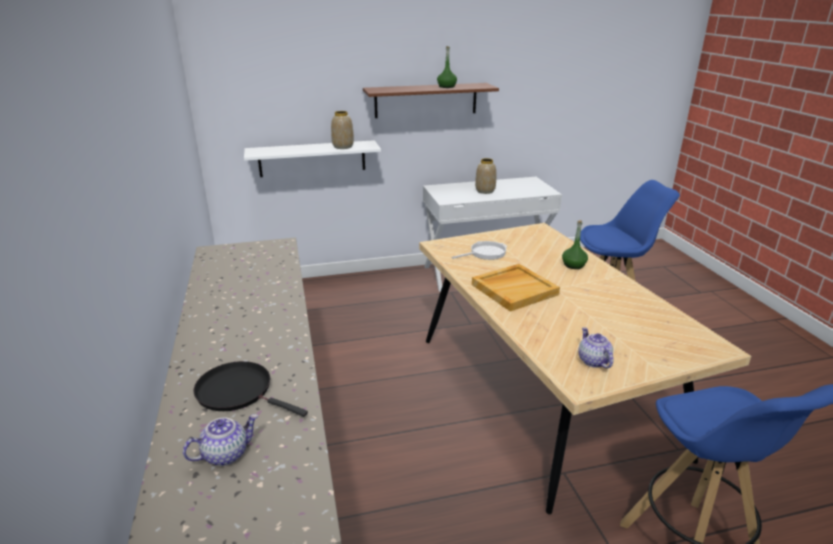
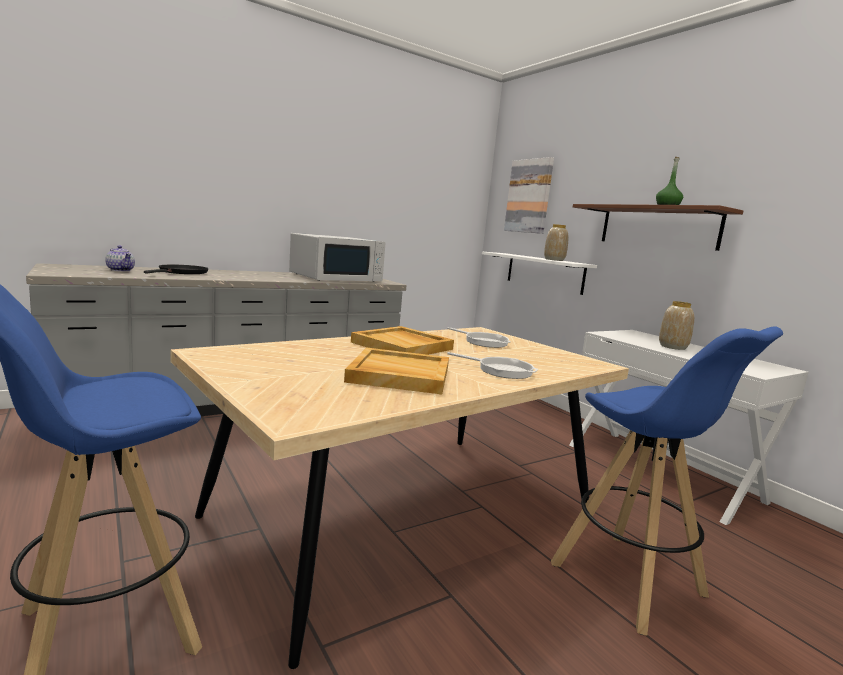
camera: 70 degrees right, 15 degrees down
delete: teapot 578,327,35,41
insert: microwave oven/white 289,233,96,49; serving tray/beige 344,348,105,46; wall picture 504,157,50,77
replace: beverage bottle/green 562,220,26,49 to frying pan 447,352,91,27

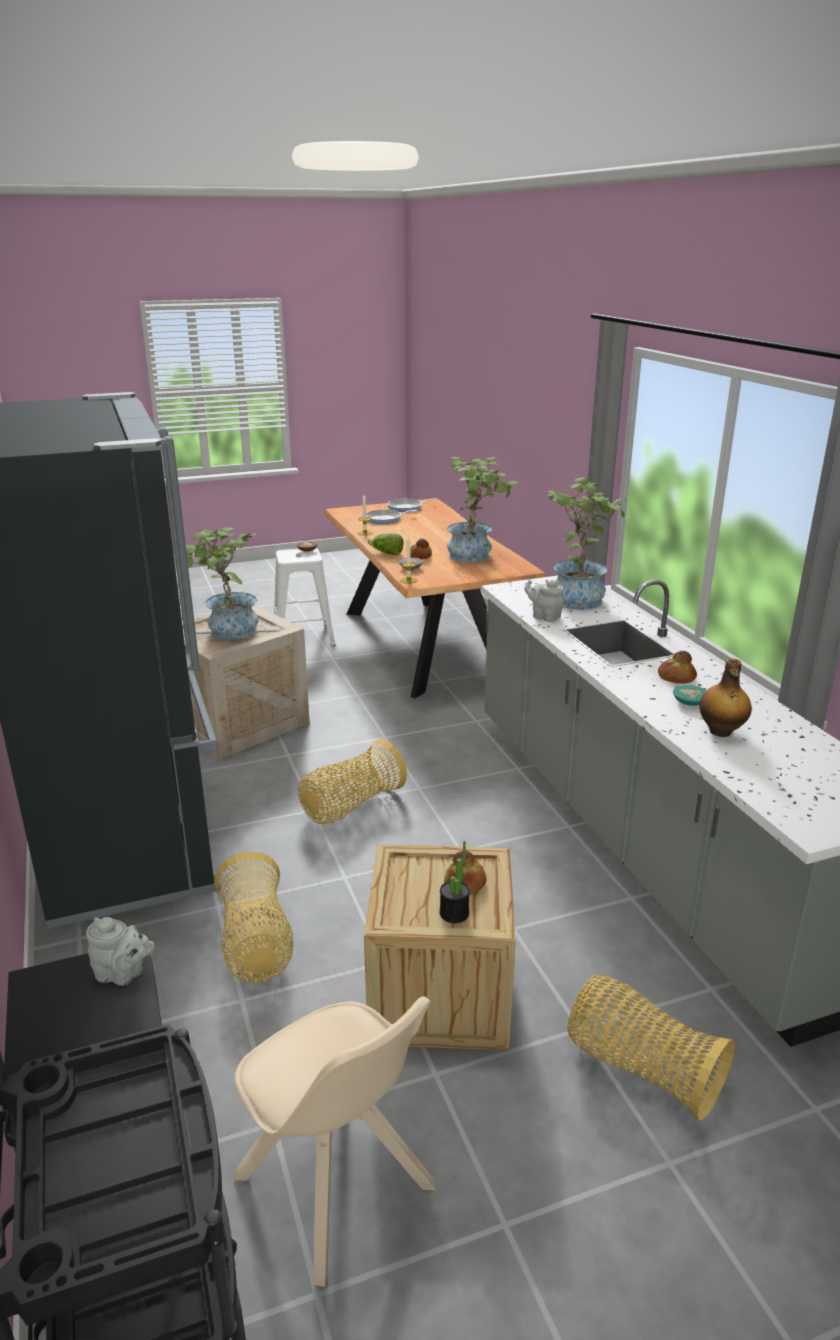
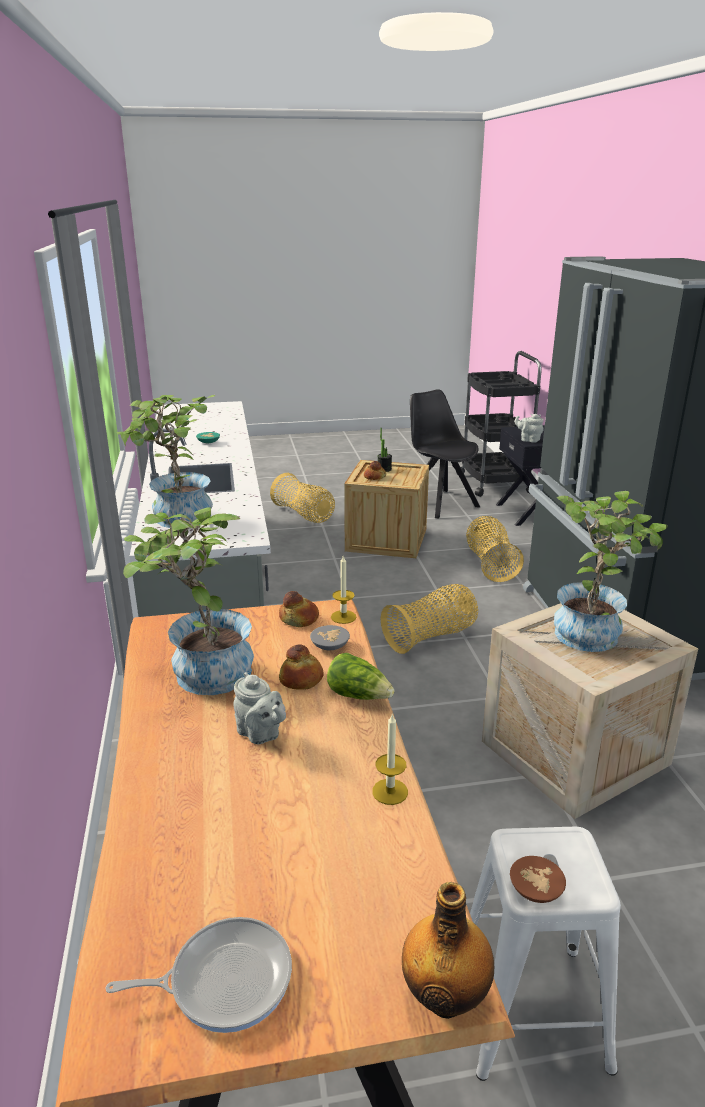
camera: 170 degrees left, 0 degrees up
delete: frying pan 366,510,52,14
move: teapot/grey 524,580,40,42 to 233,672,53,73; bread 658,651,39,33 to 279,591,40,36; beverage bottle 699,659,53,78 to 402,882,92,137
recolor: chair/beige 234,996,202,291 to chair/black 410,389,71,130

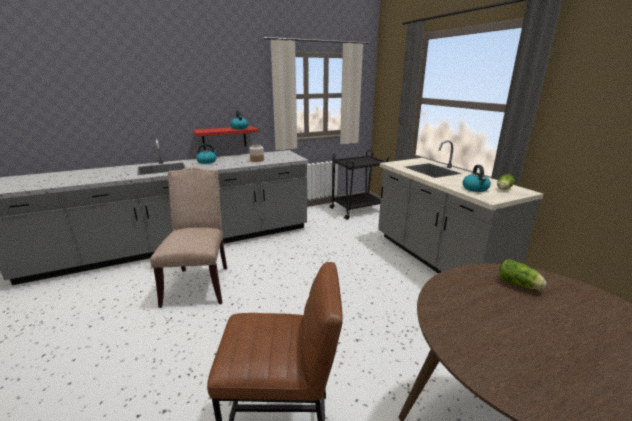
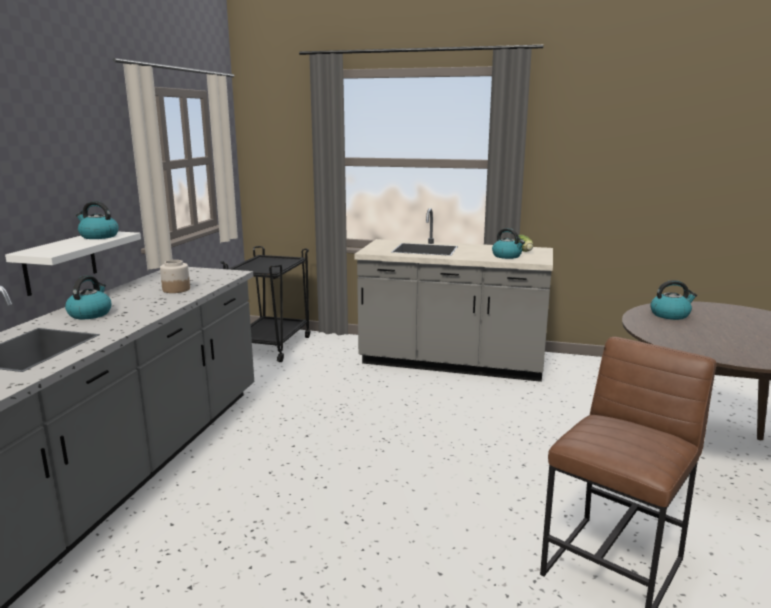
camera: 50 degrees left, 5 degrees down
delete: chair/beige 150,167,77,141
replace: lettuce head 499,260,48,30 to tea kettle 650,280,47,40
recolor: bracket shelf/red 193,126,65,24 to bracket shelf/white 5,232,136,64

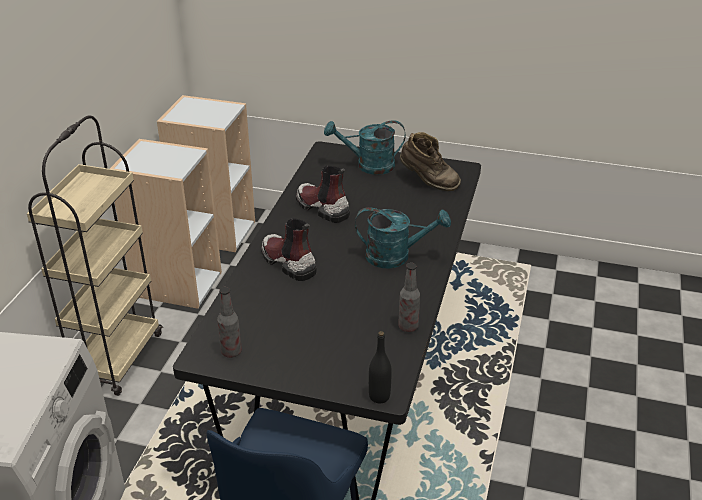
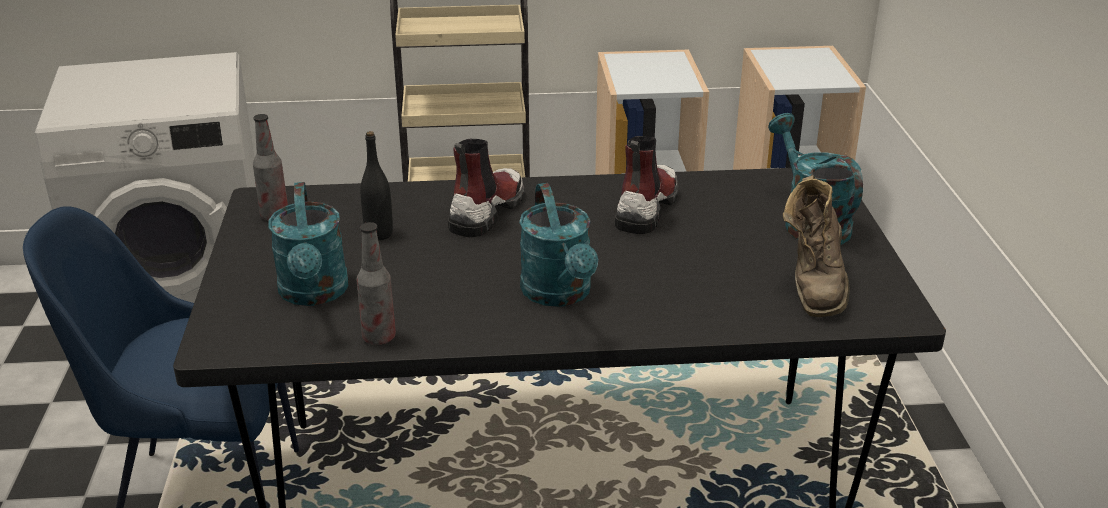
camera: 70 degrees right, 5 degrees down
insert: sprinkling can/turquoise 268,182,81,124
move: beverage bottle/black 369,331,23,72 to 360,131,33,109

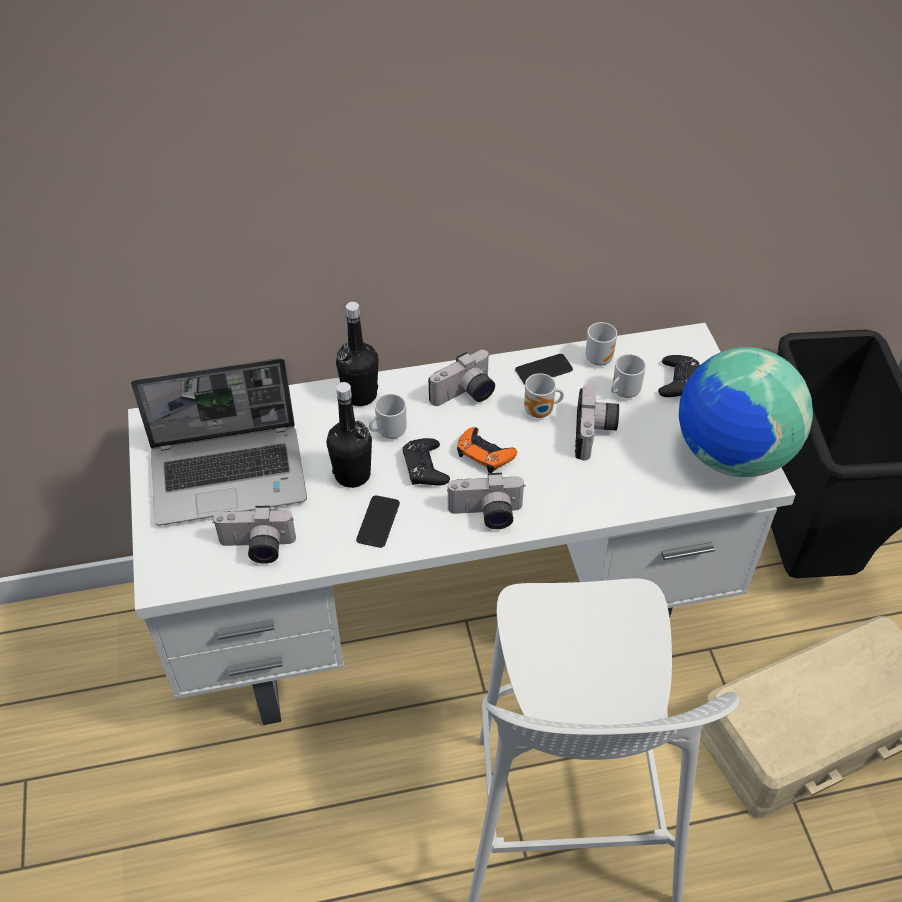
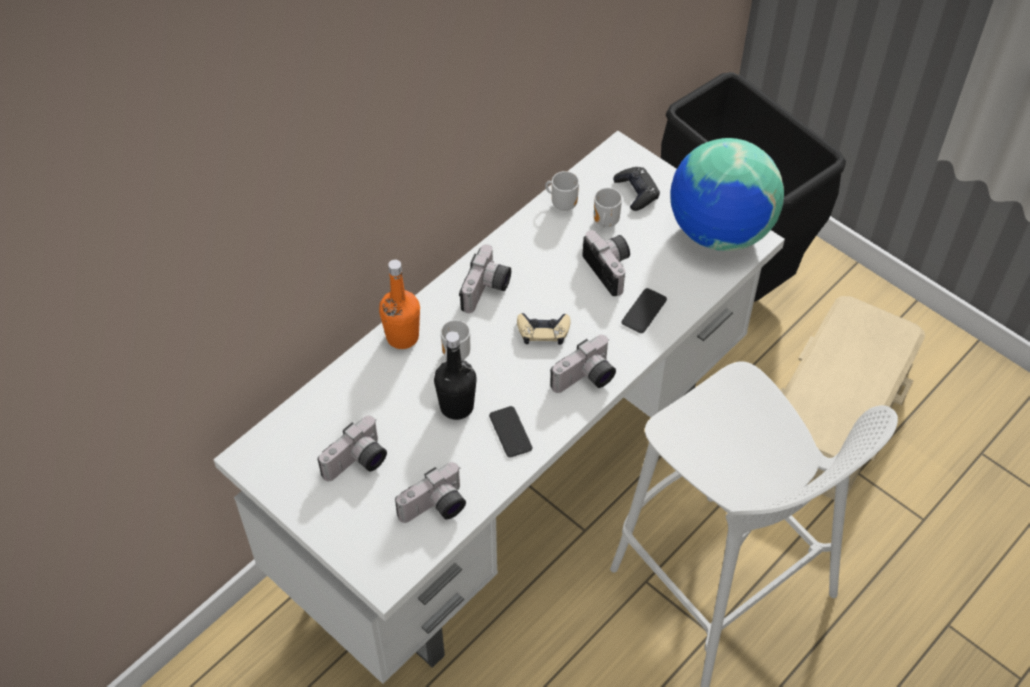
camera: 35 degrees left, 5 degrees up
delete: joypad/black 402,438,48,48; coffee mug 524,373,40,45
move: handset 515,354,58,30 to 621,288,46,45
replace: laptop 131,358,176,168 to still camera 317,416,70,65
recolor: beverage bottle/black 336,302,43,104 to beverage bottle/orange-coloured 379,260,41,89; joypad/orange-coloured 457,427,60,46 to joypad/beige 517,313,54,32

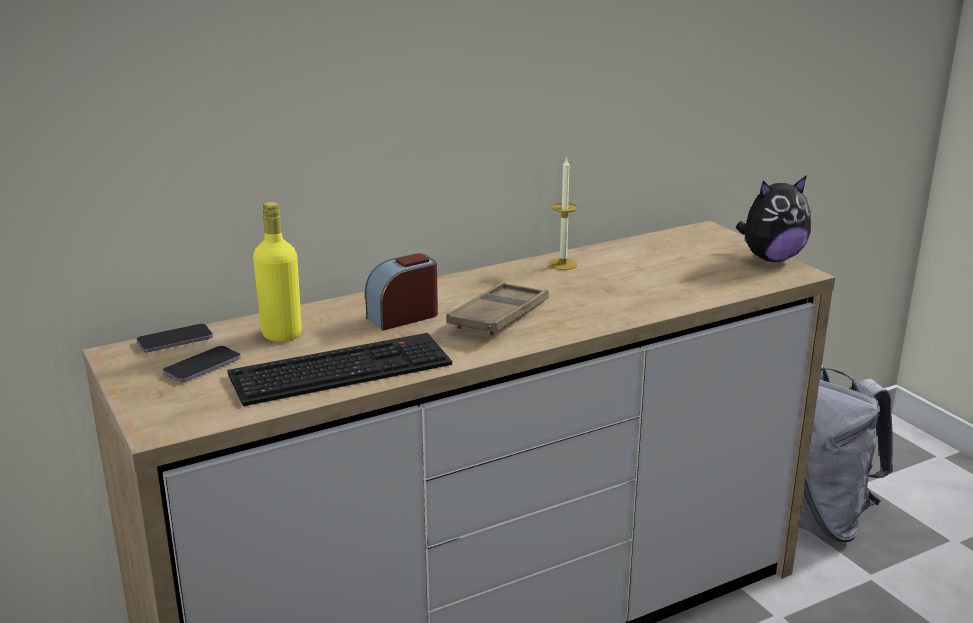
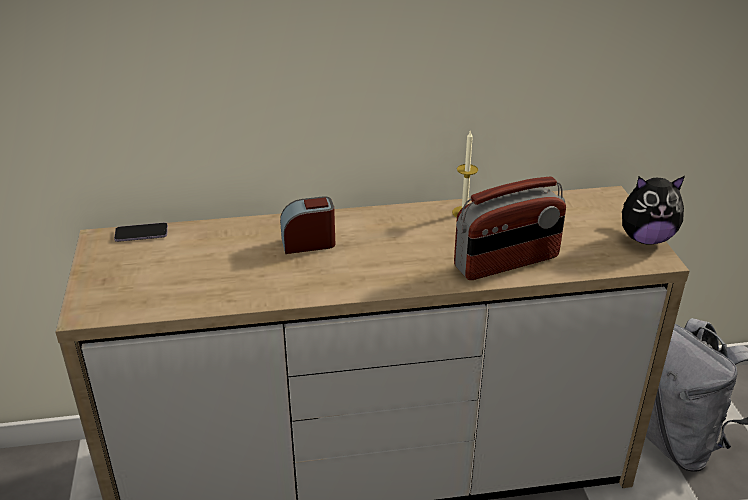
camera: 20 degrees right, 10 degrees up
delete: handset 163,346,78,36; keyboard 227,333,225,73; beverage bottle/yellowish 253,202,49,140; serving tray/brown-coloured 446,282,103,54
insert: radio set 454,176,112,104

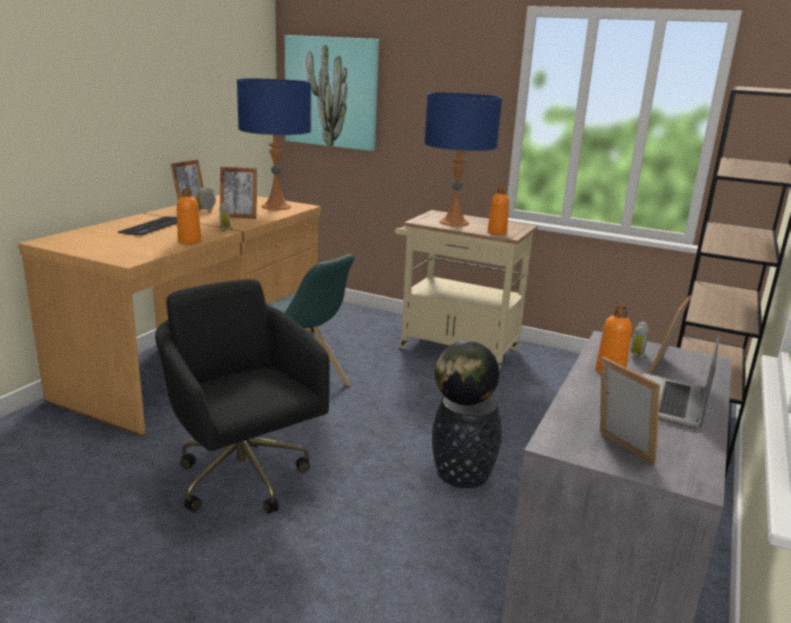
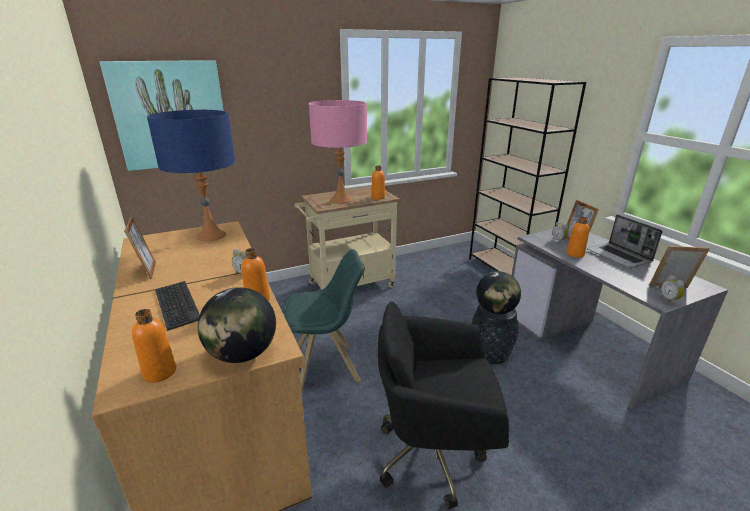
camera: 50 degrees left, 5 degrees up
delete: standing frame 220,167,37,52
insert: beverage bottle/orange-coloured 132,309,44,74; world globe 198,287,78,76
move: bedside clock 196,187,20,25 to 661,275,24,30
recolor: table lamp/bluish 424,92,78,135 to table lamp/pink 309,100,58,104

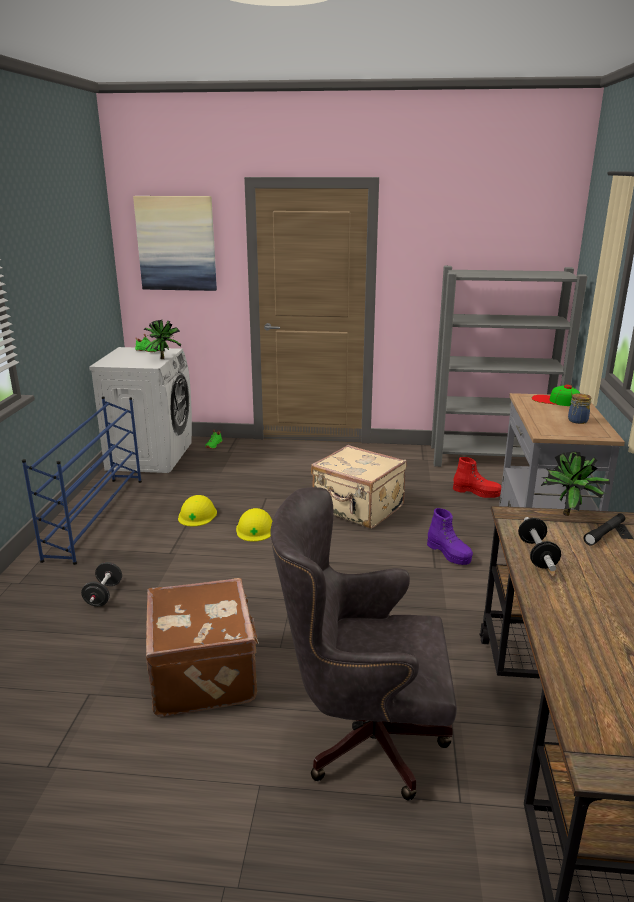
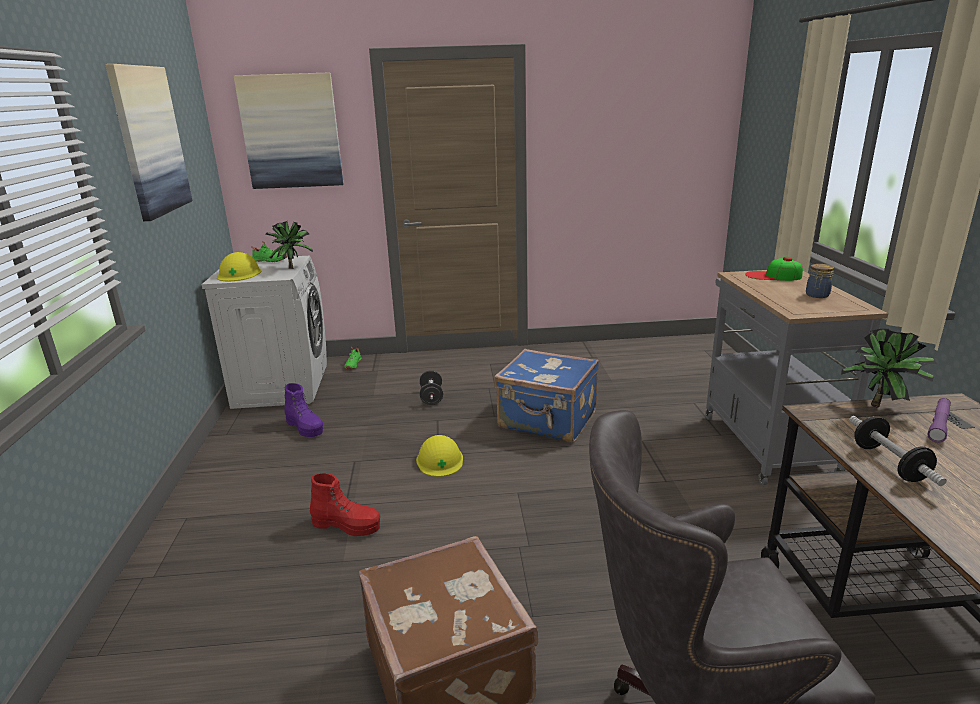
camera: 10 degrees left, 0 degrees up
delete: shoe rack/bluish 22,396,120,169; bookshelf/grey 431,266,157,201
insert: wall picture 105,64,87,157
move: safety helmet/yellowish 178,495,39,31 to 217,252,45,29; high-top boot/purple 427,508,46,57 to 285,383,38,54; high-top boot/red 453,457,48,41 to 310,473,70,63; dumbbell/black 81,562,41,45 to 420,370,23,35
recolor: piece of luggage/beige 311,445,96,83 to piece of luggage/bluish 494,349,105,93; torch/black 584,513,41,33 to torch/purple 928,398,23,45

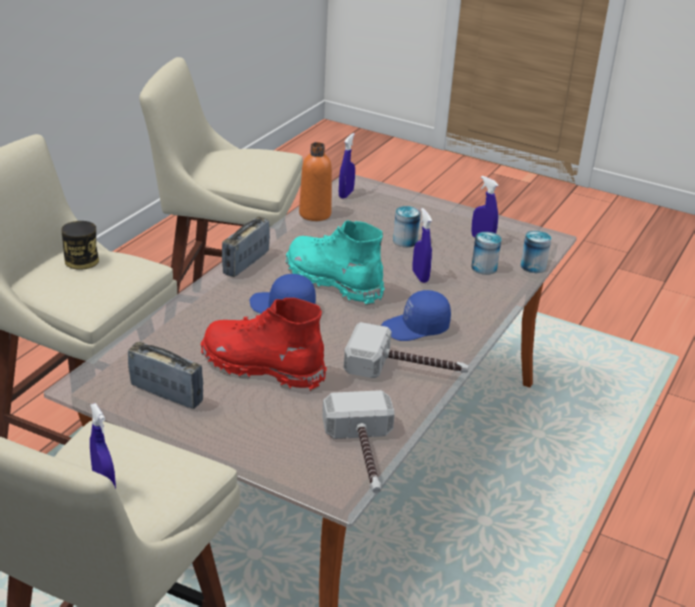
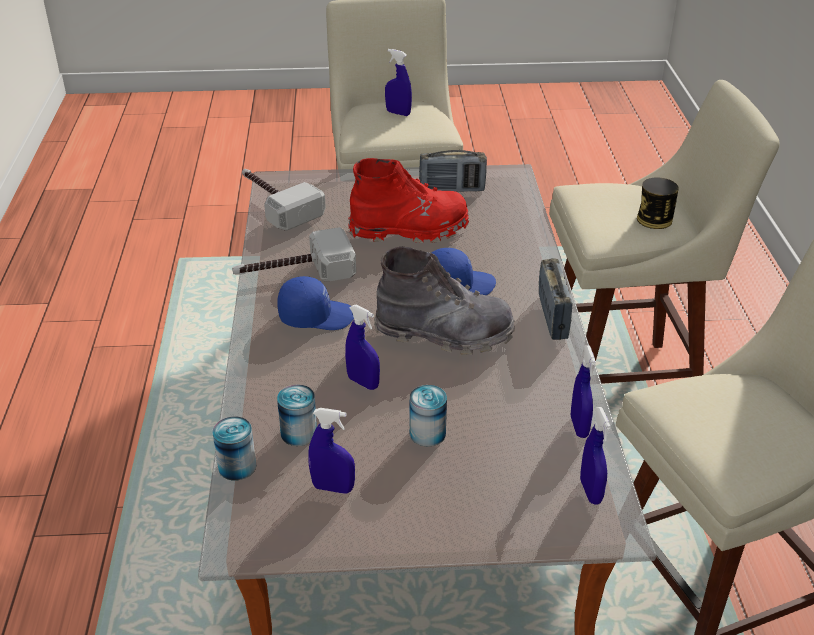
camera: 150 degrees right, 5 degrees up
replace: beverage bottle/orange-coloured 299,142,33,79 to hand sprayer/bluish 571,345,25,93
recolor: high-top boot/turquoise 286,220,99,86 to high-top boot/grey 374,247,141,108
rotate: peaked cap/bluish 381,290,70,51 = 277,276,77,54 45 degrees clockwise

